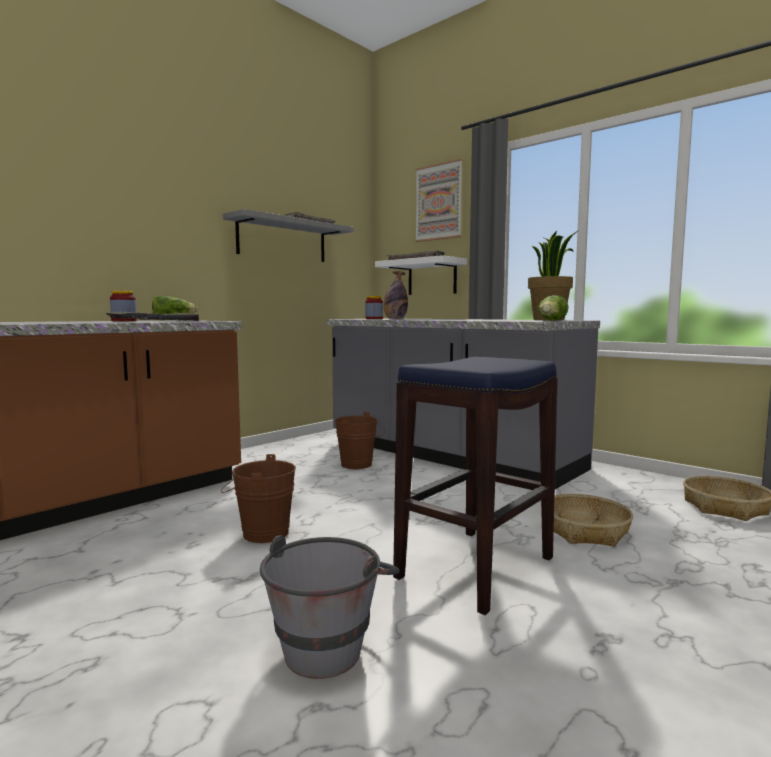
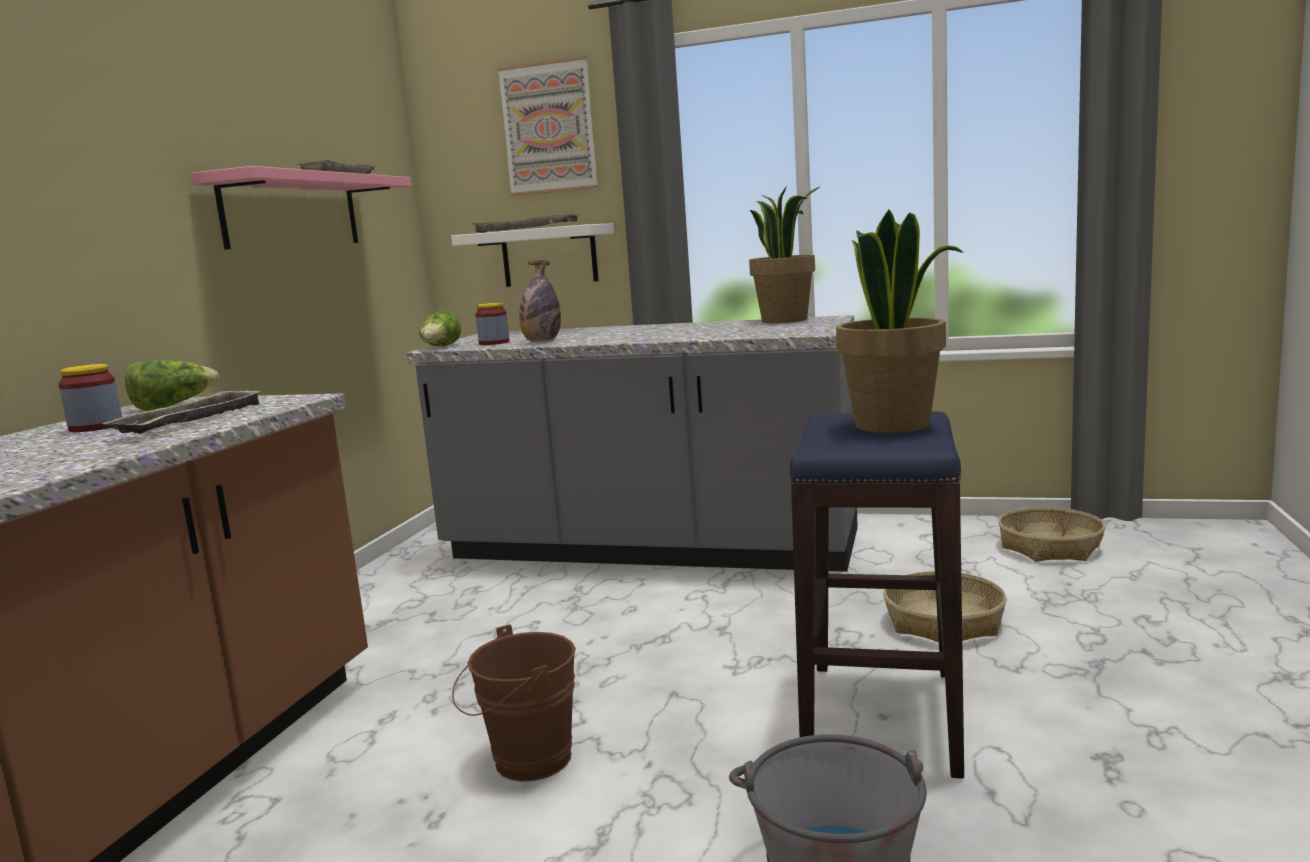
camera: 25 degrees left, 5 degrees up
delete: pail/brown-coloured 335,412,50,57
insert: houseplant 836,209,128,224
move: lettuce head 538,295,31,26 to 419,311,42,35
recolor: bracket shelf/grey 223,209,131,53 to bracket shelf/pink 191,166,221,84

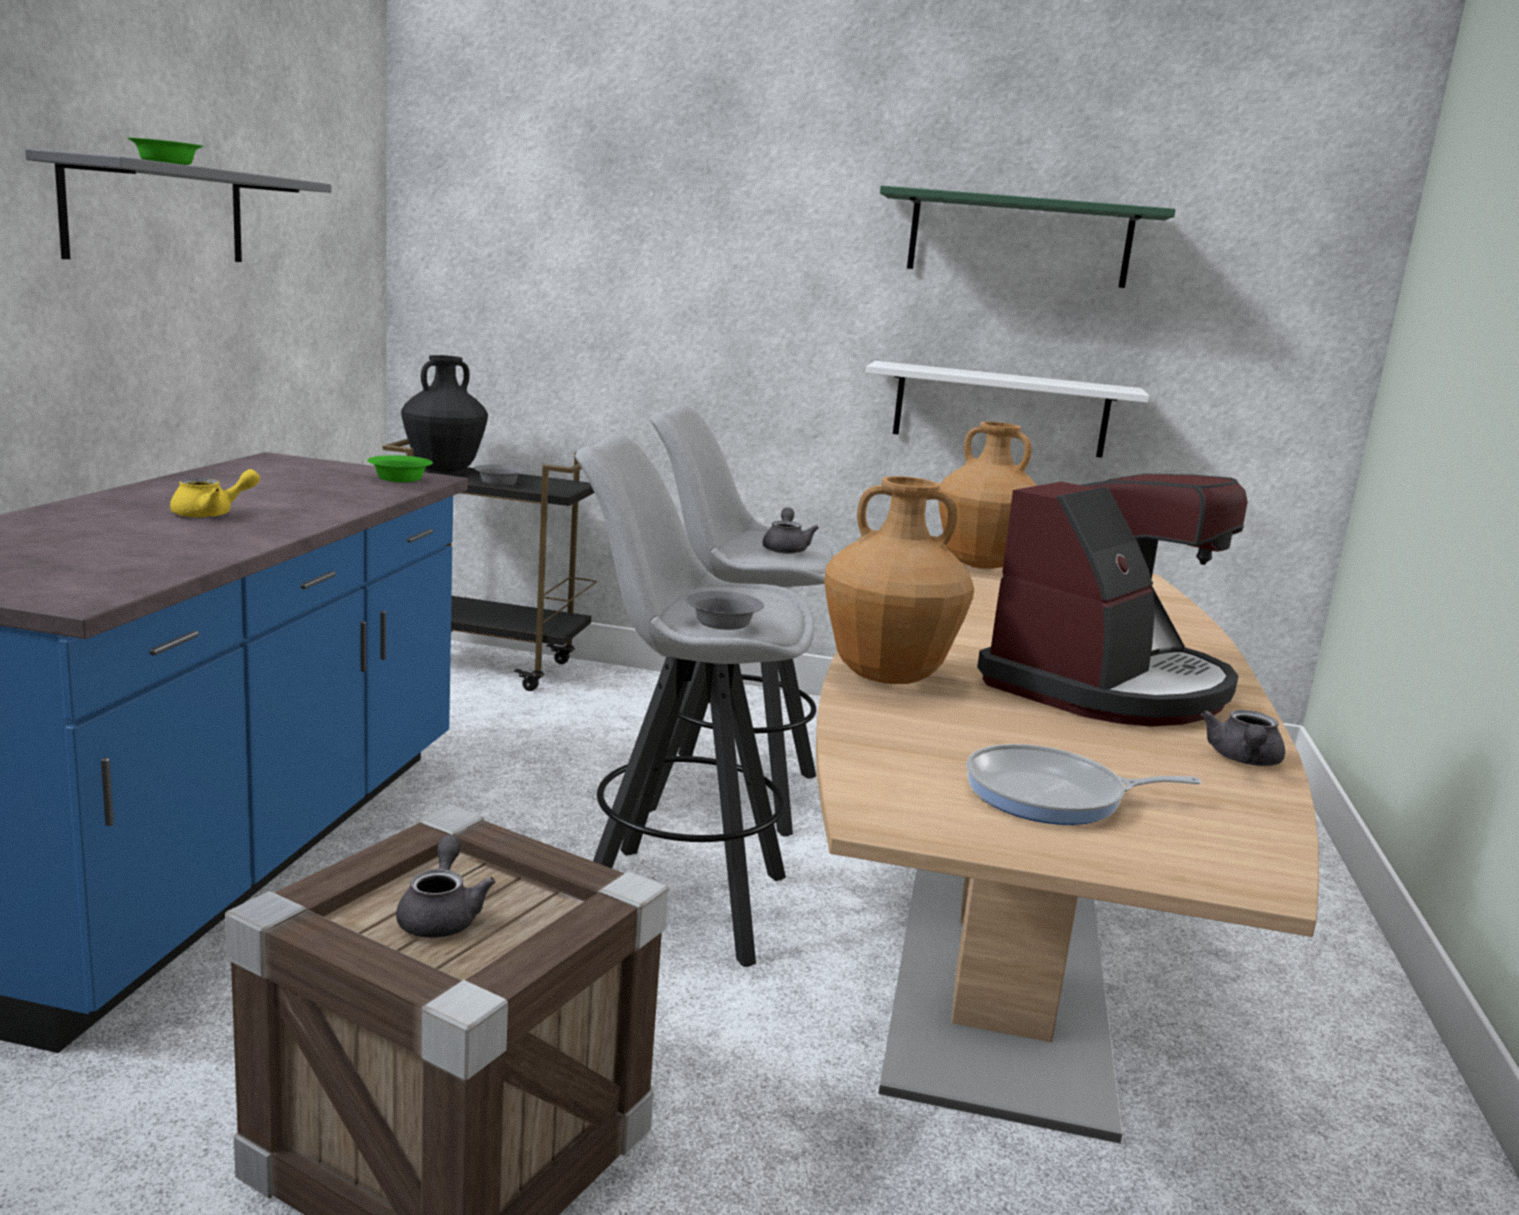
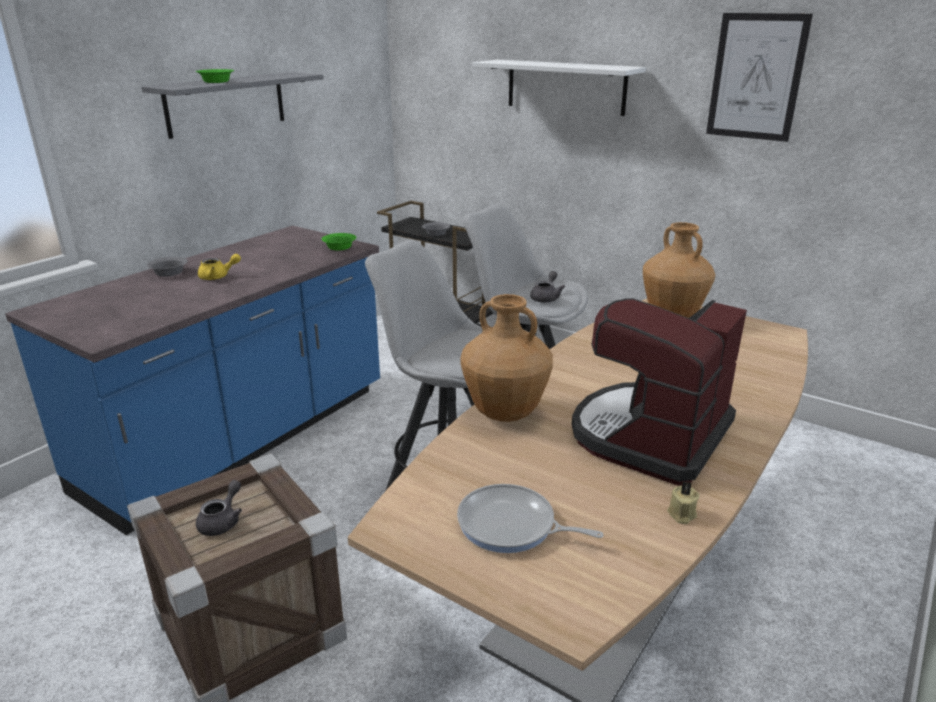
camera: 25 degrees right, 10 degrees up
delete: flower vase/black 401,355,87,118
move: deep dish/grey 686,591,78,39 to 147,257,41,20; bracket shelf/white 866,361,283,97 to 472,60,174,56
replace: teapot/grey 1201,710,84,56 to wax candle/beige 667,481,32,43; bracket shelf/green 880,185,296,103 to wall picture 706,13,107,129
rotate: coffee brewer 977,474,271,253 = 572,298,175,188 150 degrees clockwise

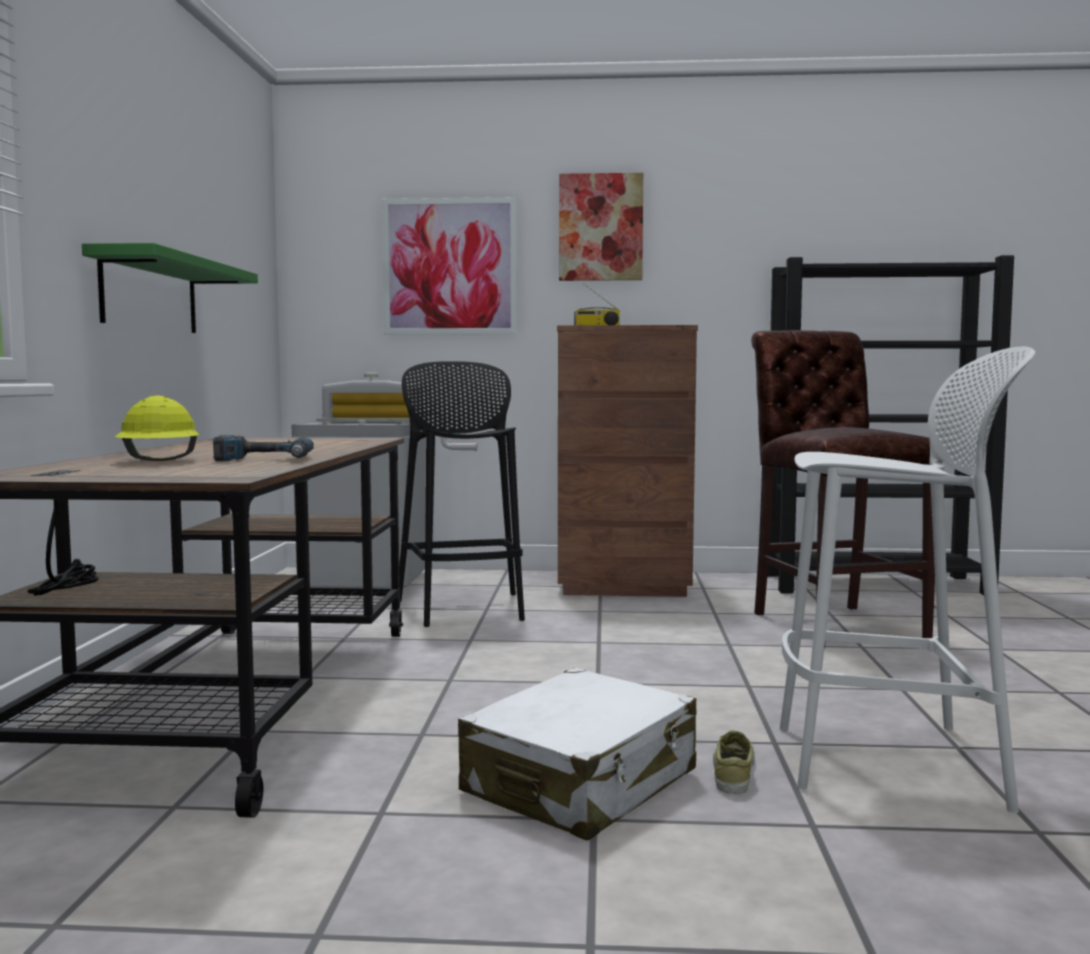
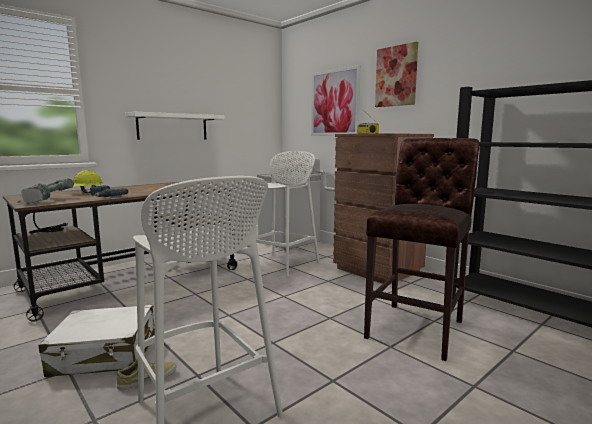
camera: 45 degrees right, 5 degrees up
insert: power drill 17,178,57,25
recolor: bracket shelf/green 82,243,176,90 to bracket shelf/white 125,112,99,28; stool/black 399,361,126,266 to stool/white 250,151,70,125

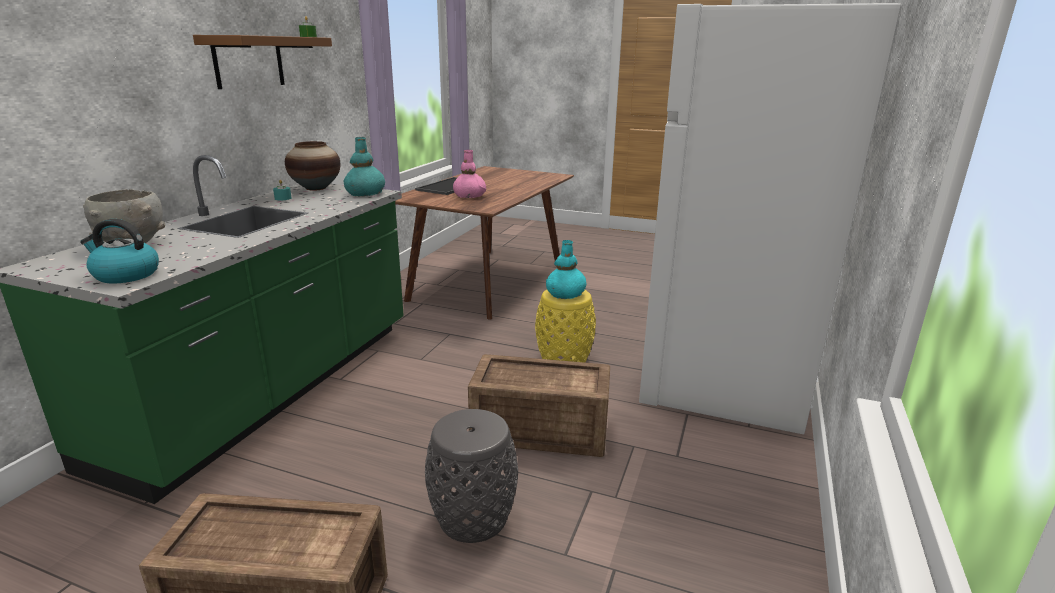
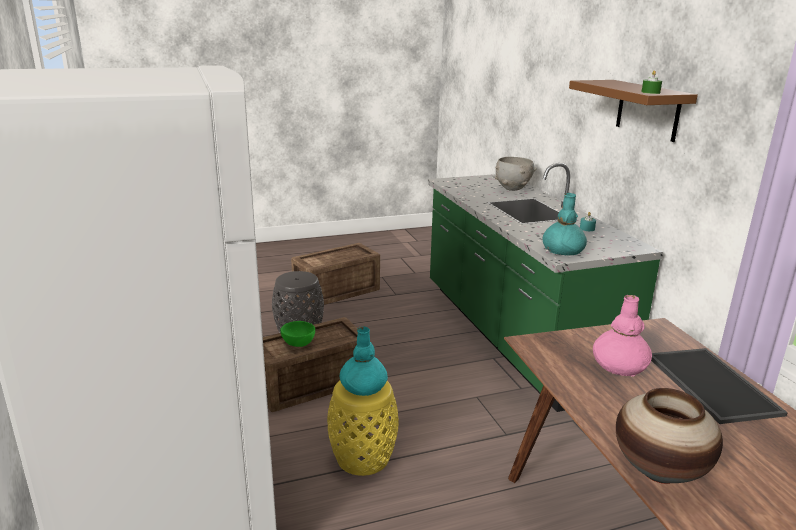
camera: 140 degrees right, 0 degrees up
delete: tea kettle 80,219,79,64
insert: deep dish/green 280,321,35,26
move: flower vase 285,141,55,50 to 616,388,107,96

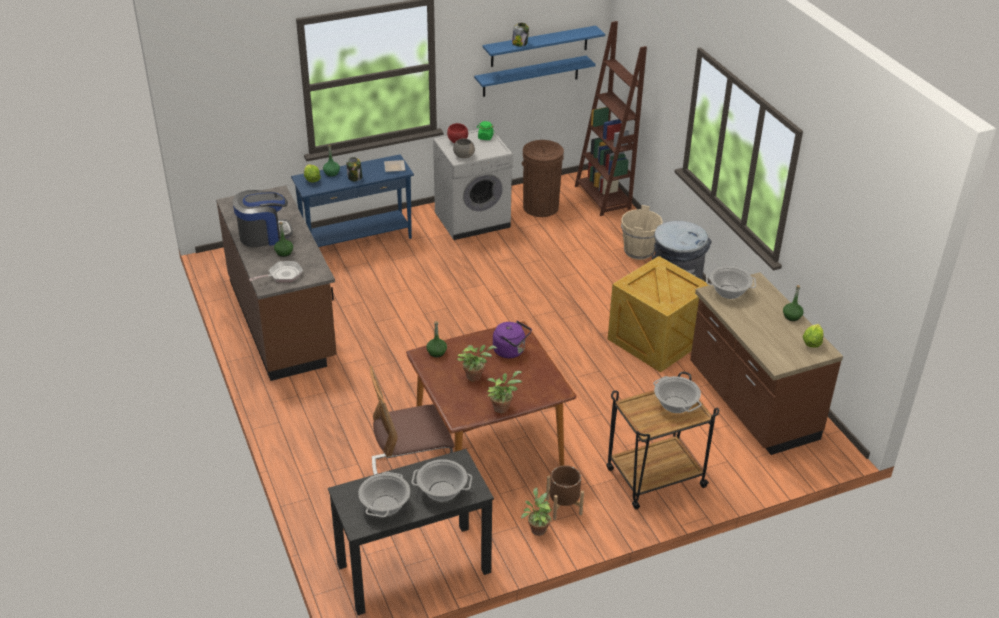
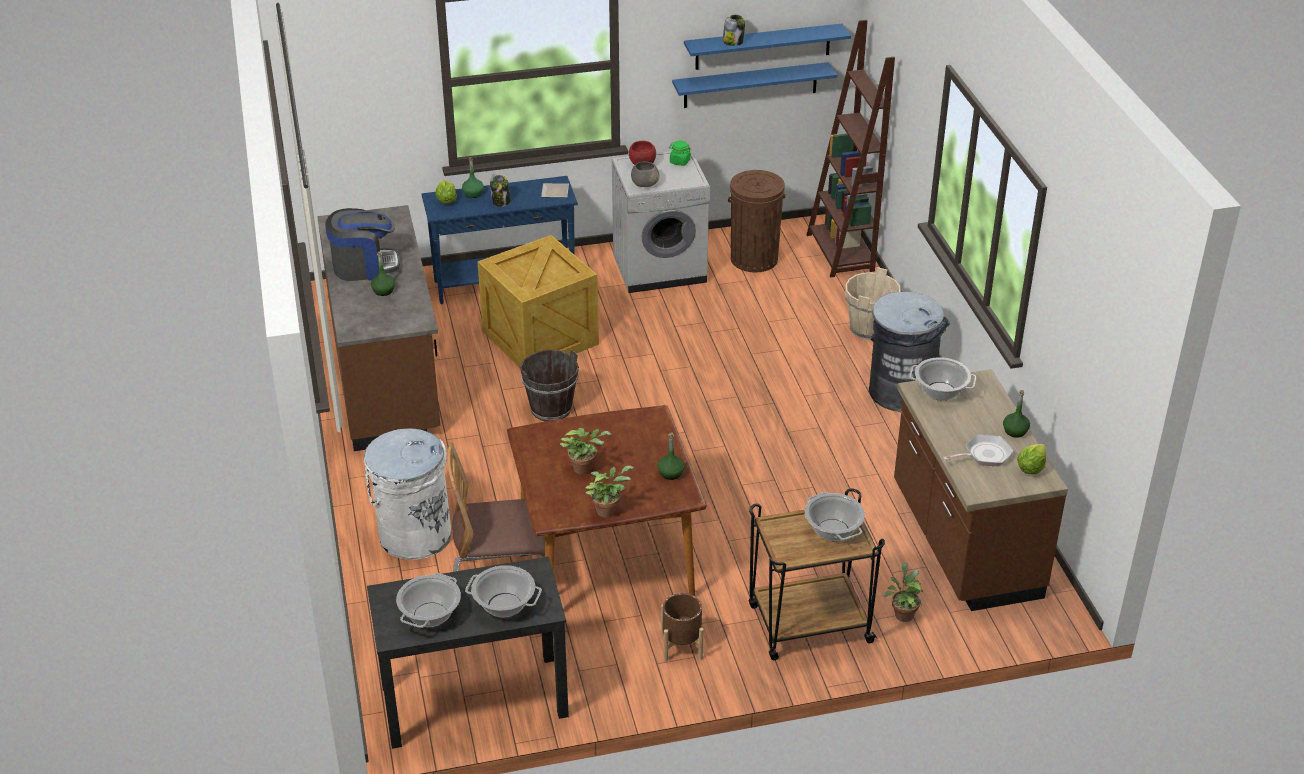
camera: 10 degrees right, 0 degrees up
delete: tea kettle/purple 493,321,39,37
insert: trash can/white 364,428,87,132; pail/brown-coloured 520,349,59,72
move: crate 608,256,100,117 to 478,235,121,132; beverage bottle/green 426,321,21,36 to 657,432,28,48; houseplant 521,487,31,49 to 883,562,40,60; frying pan 249,261,54,21 to 942,434,72,32

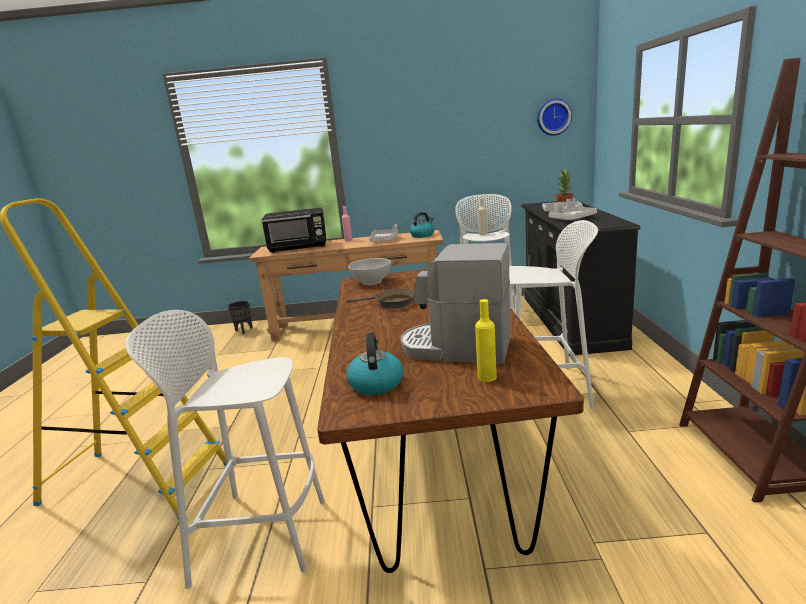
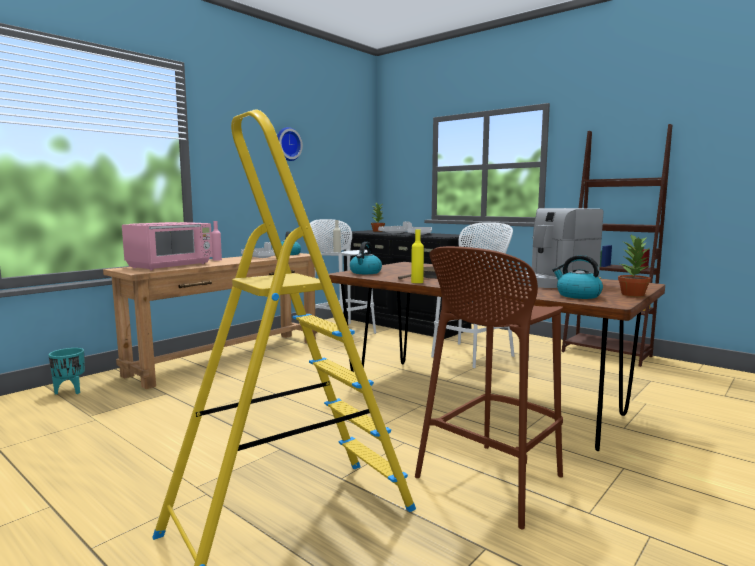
camera: 50 degrees left, 10 degrees down
insert: houseplant 618,234,33,63
move: hanging clock 537,99,35,37 to 277,127,26,34; beverage bottle/yellowish 475,299,22,83 to 411,229,13,54
replace: deep dish/white 348,258,43,27 to tea kettle 350,242,32,32
recolor: plant pot/black 227,301,26,33 to plant pot/turquoise 48,348,37,47; microwave oven/black 262,207,64,46 to microwave oven/pink 122,222,91,48; stool/white 125,310,200,279 to stool/brown-coloured 415,246,148,283

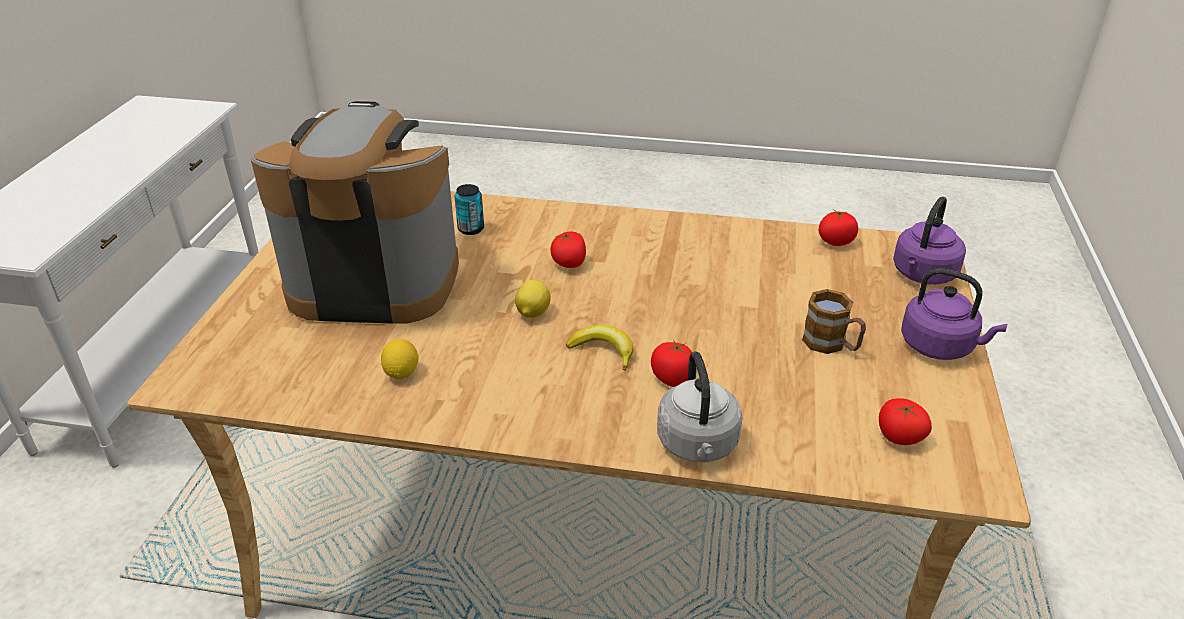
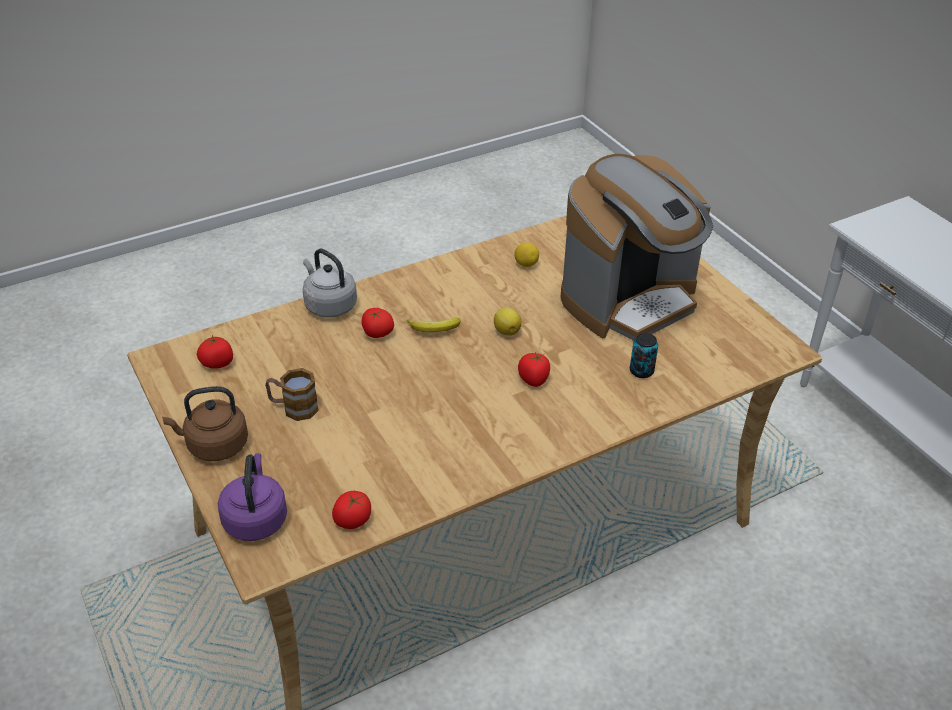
camera: 140 degrees right, 5 degrees up
recolor: tea kettle/purple 901,268,106,92 to tea kettle/brown-coloured 162,386,86,75

